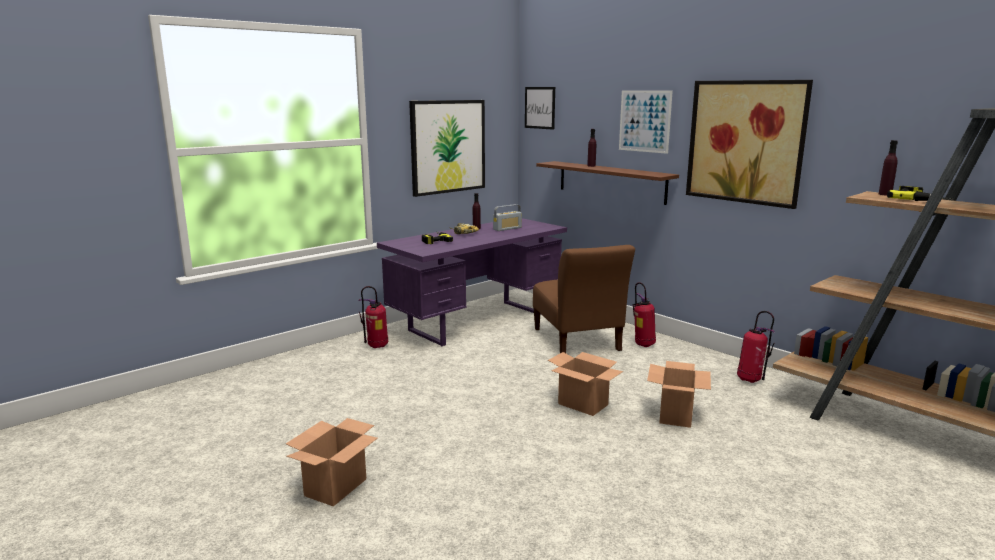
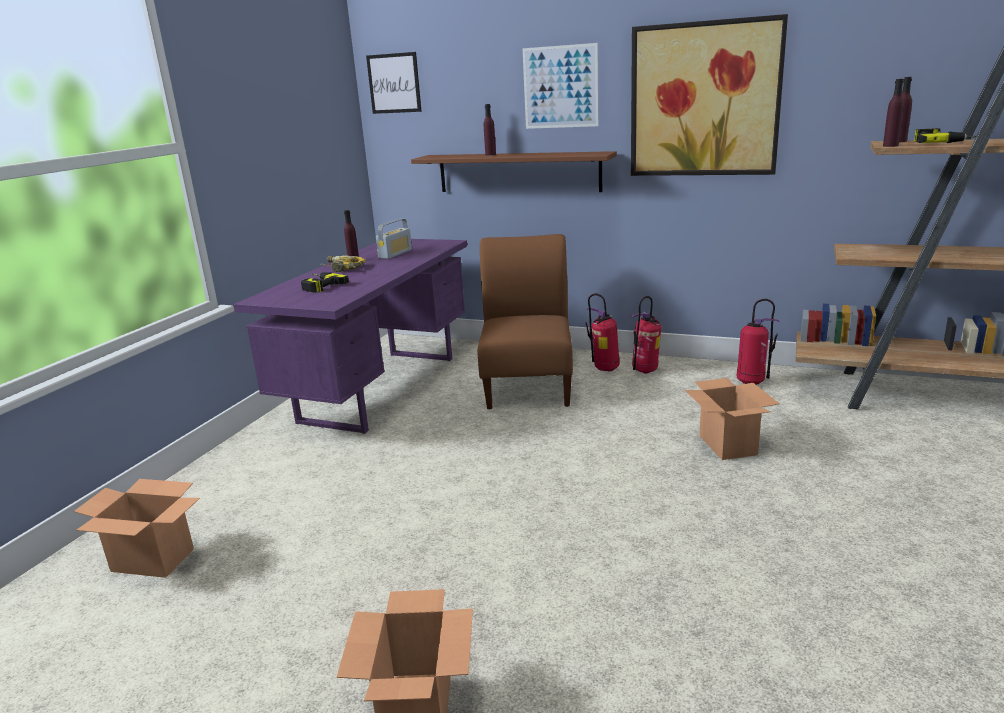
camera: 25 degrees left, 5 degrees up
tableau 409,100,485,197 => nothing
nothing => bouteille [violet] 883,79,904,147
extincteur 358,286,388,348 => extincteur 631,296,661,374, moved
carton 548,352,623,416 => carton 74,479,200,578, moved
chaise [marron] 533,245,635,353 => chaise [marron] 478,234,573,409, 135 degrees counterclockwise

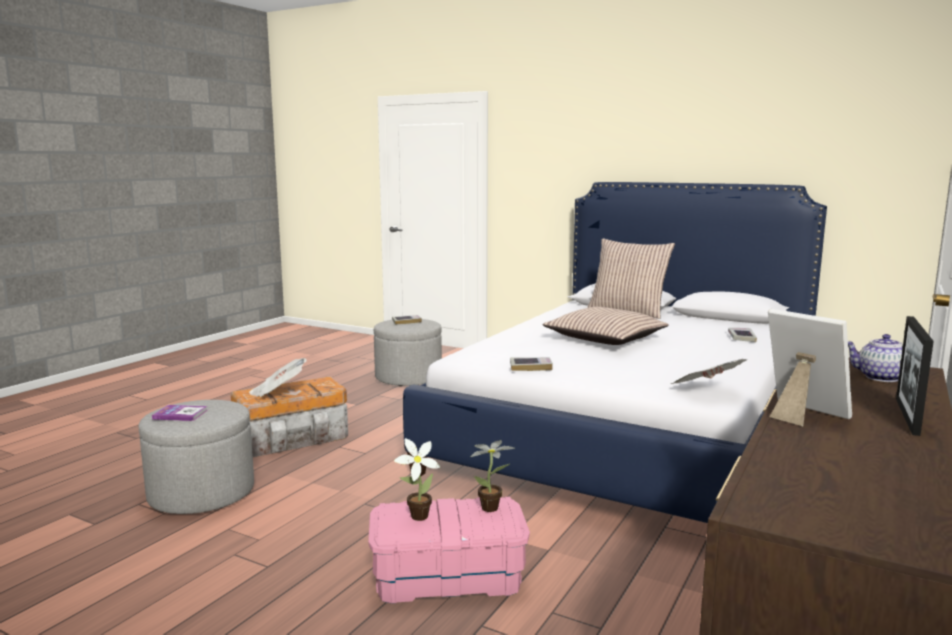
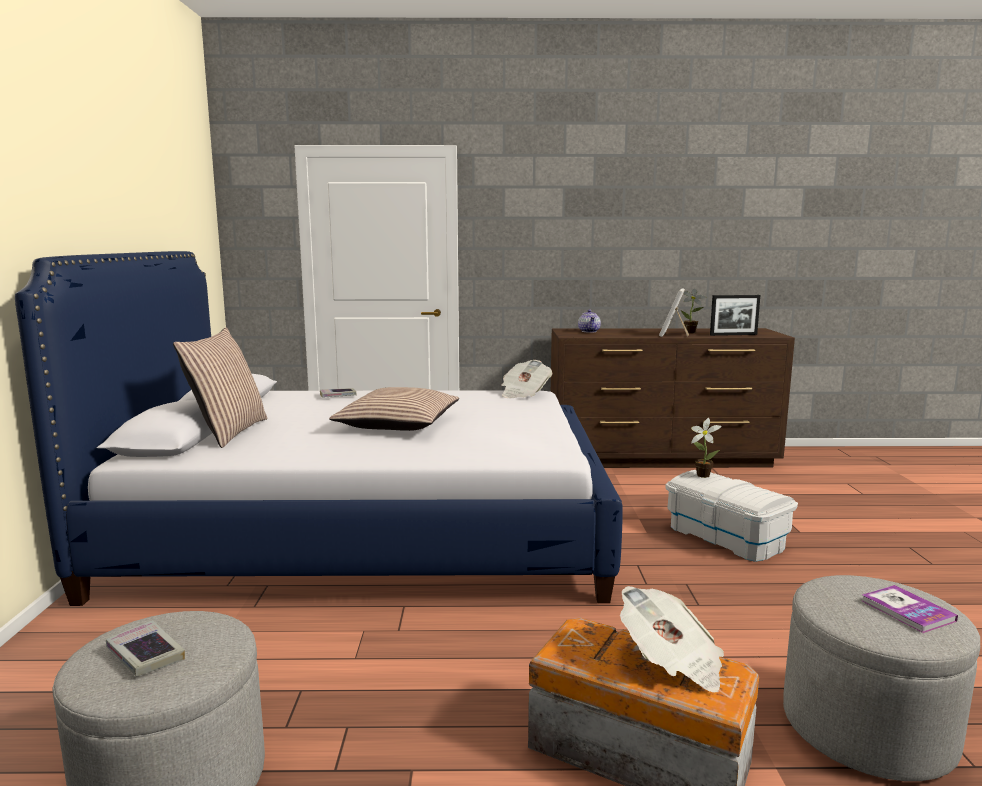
camera: 120 degrees left, 0 degrees up
livre 510,357,553,371 => nothing
plante en pot 394,438,440,521 => plante en pot 681,289,707,333, moved
cadre photo 896,316,934,436 => cadre photo 710,295,760,336, moved
boîte de rangement [rose] 368,497,530,604 => boîte de rangement [blanc] 665,470,798,562

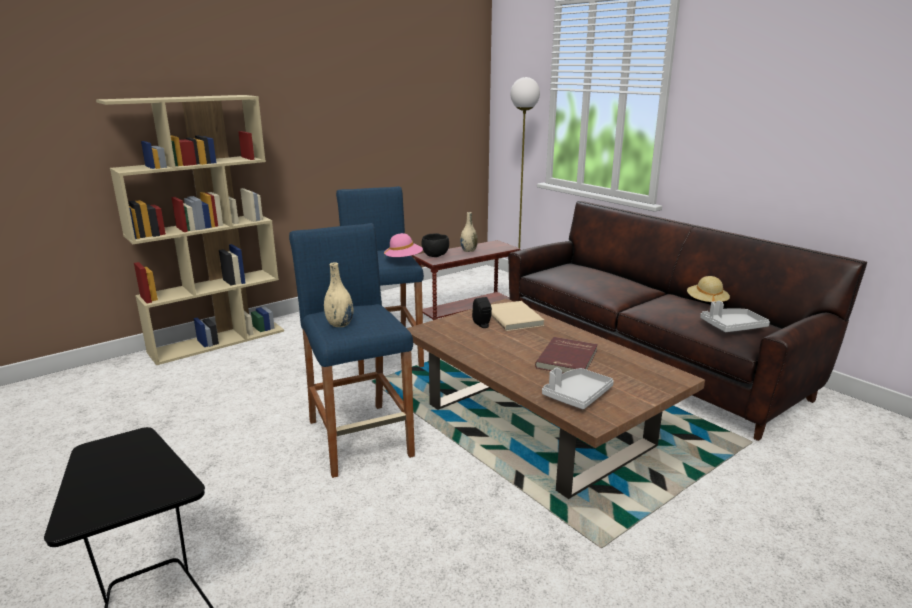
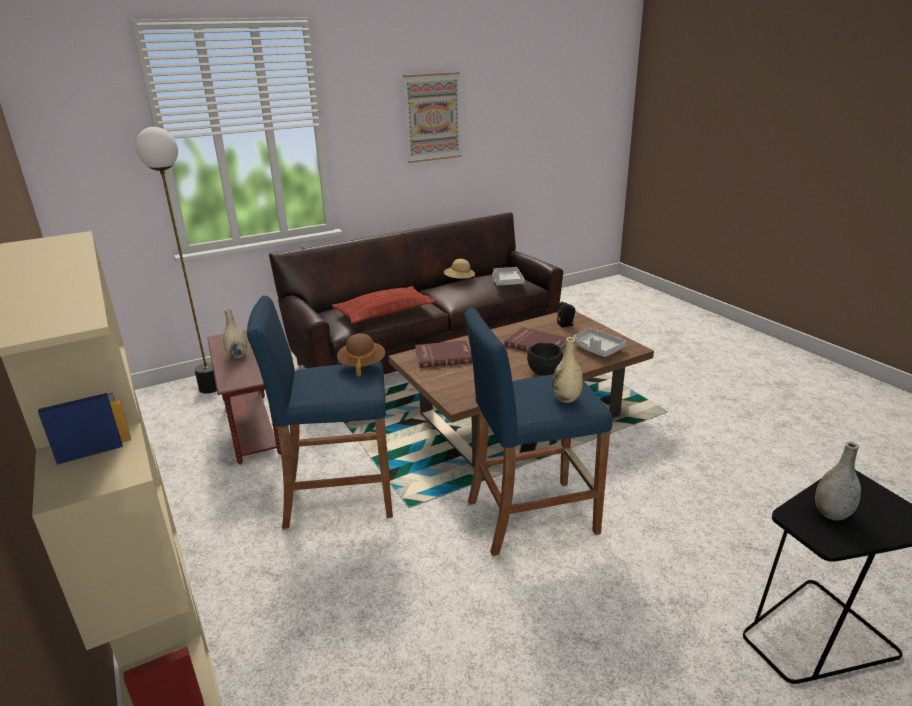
camera: 80 degrees left, 5 degrees up
nothing => coussin 332,286,437,324
nothing => tableau 403,72,462,163
nothing => vase [gris] 815,442,861,521
bol [noir] 421,233,449,257 => bol [noir] 527,343,563,376, moved
enceinte [noir] 472,297,492,328 => enceinte [noir] 557,302,575,328, moved
chapeau [rose] 384,233,423,257 => chapeau [marron] 337,333,385,376
livre [beige] 491,301,544,331 => livre [rouge] 415,340,473,368

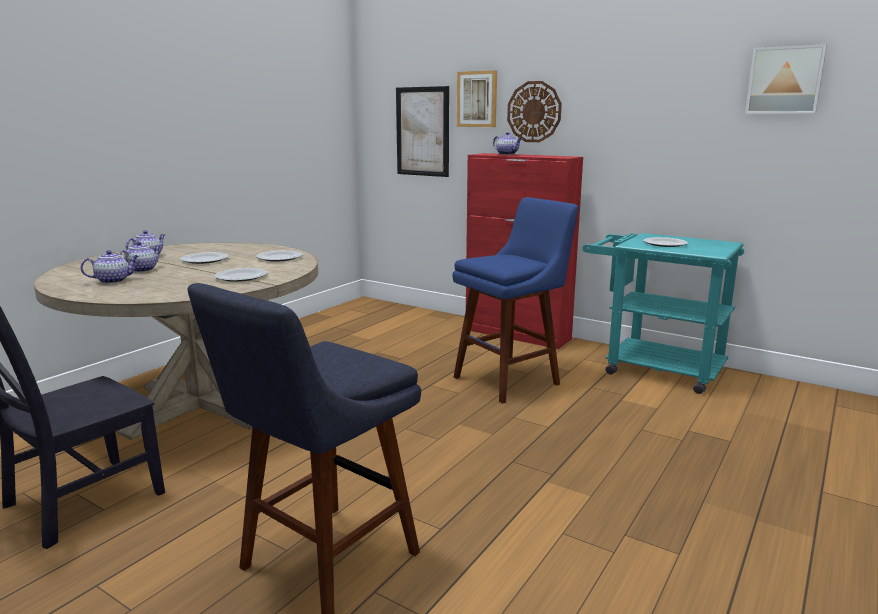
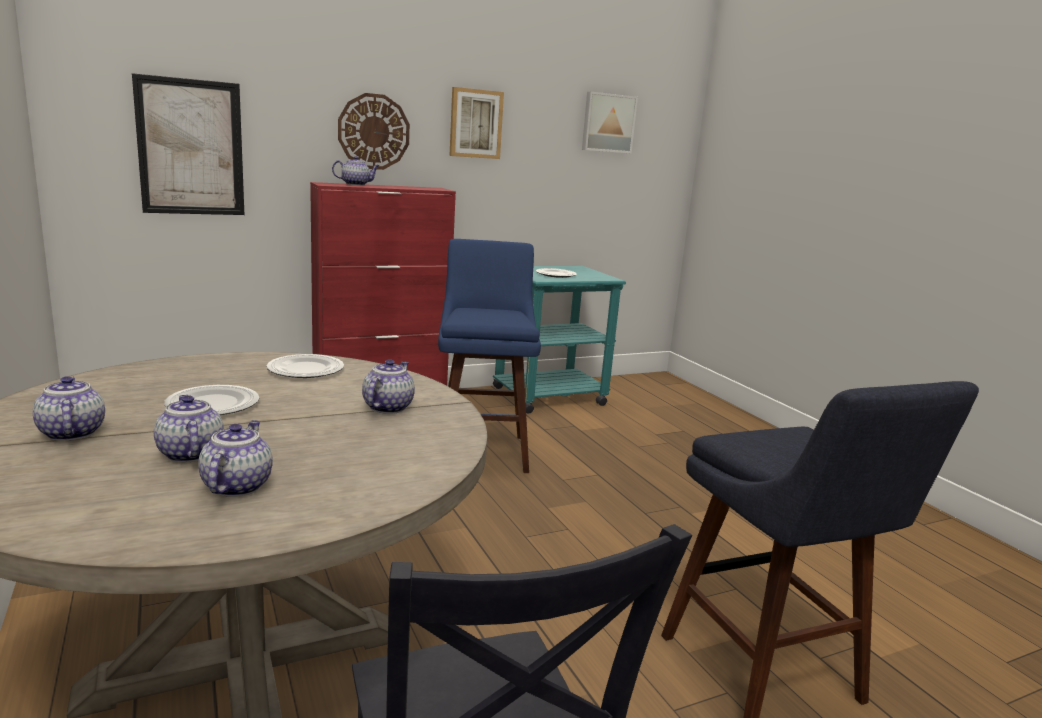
camera: 60 degrees left, 0 degrees up
tableau 457,70,497,127 => tableau 449,87,504,159, moved
assiette 214,268,268,282 => théière 362,359,415,414

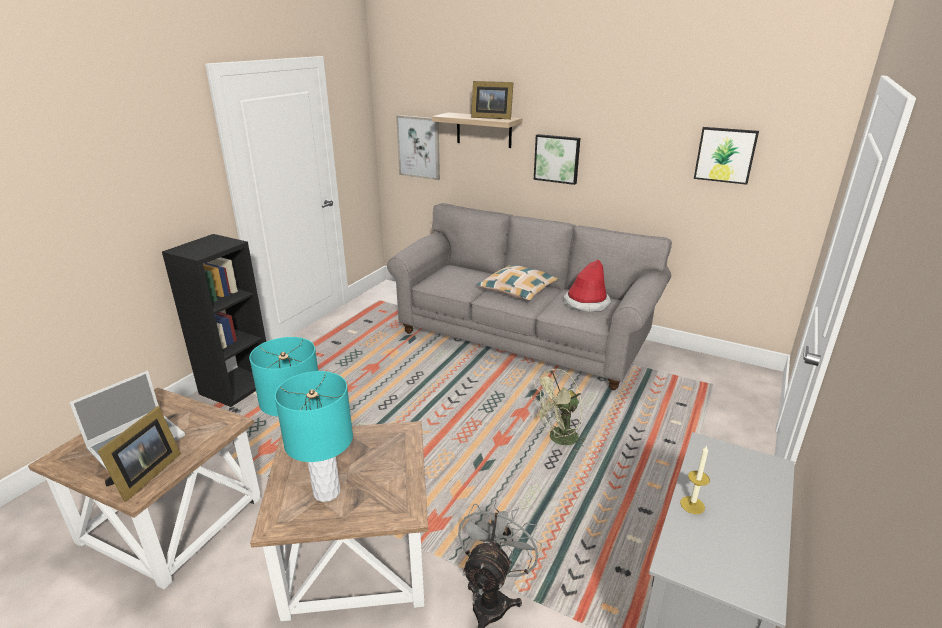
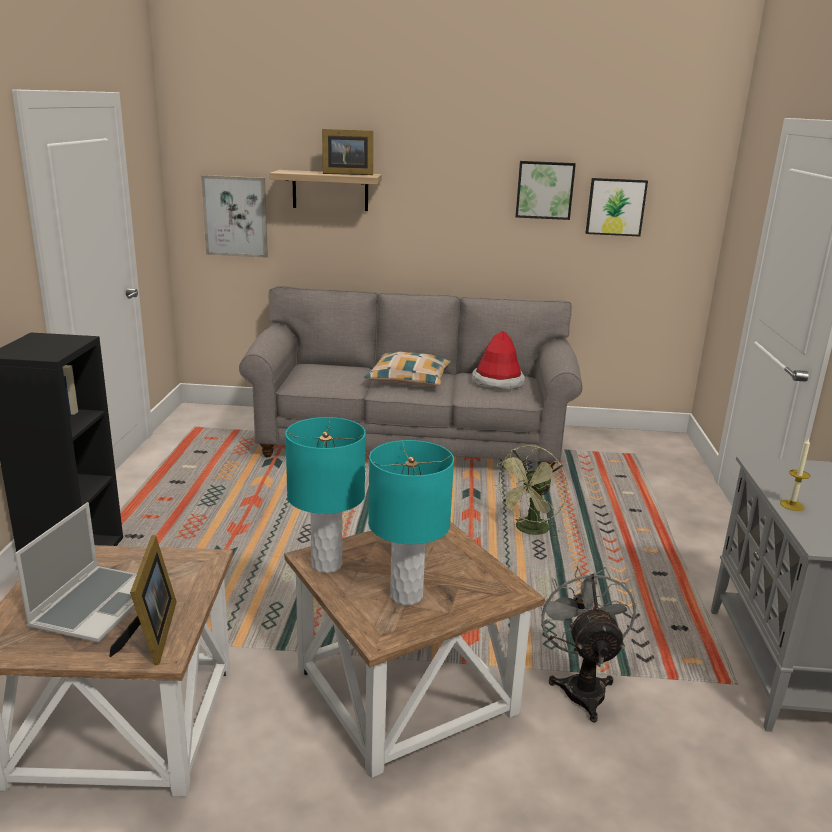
camera: 25 degrees left, 5 degrees down
tableau 534,134,580,185 => tableau 515,161,576,220, moved

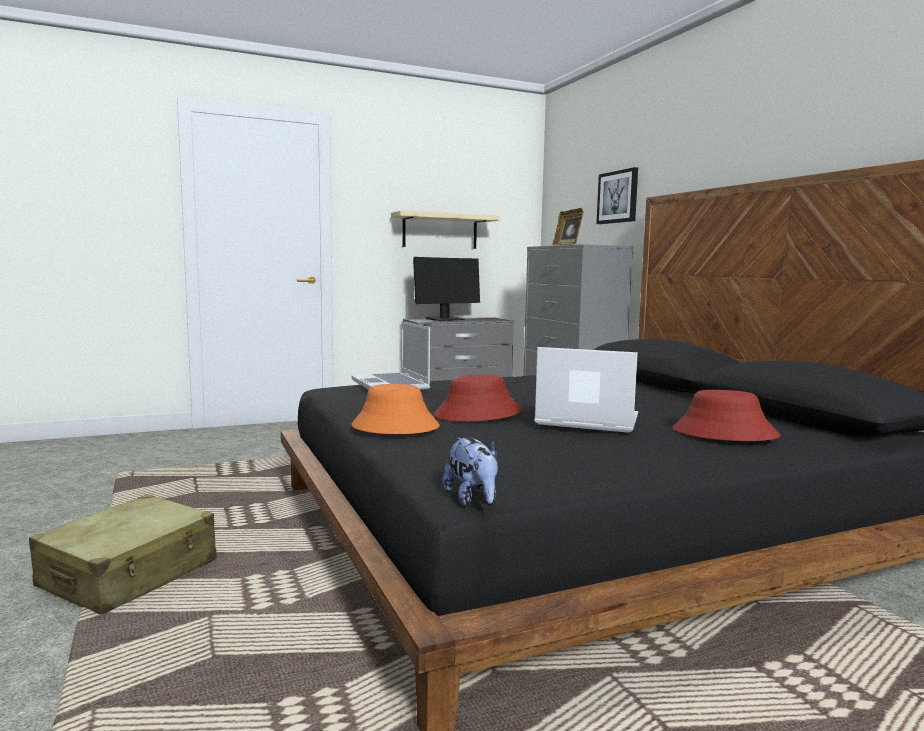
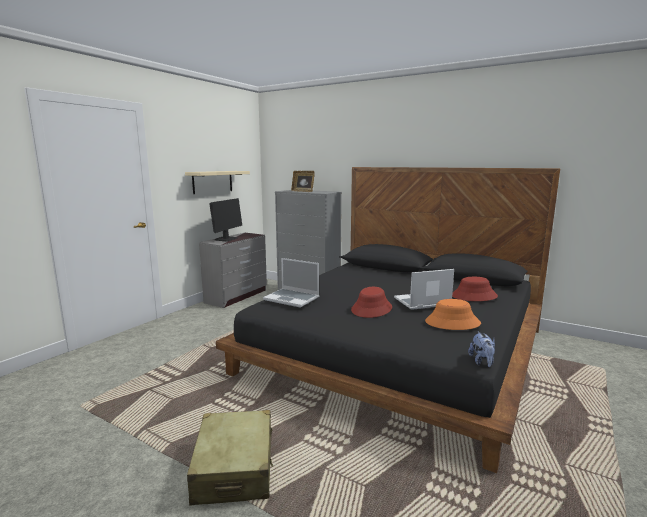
camera: 35 degrees left, 5 degrees up
tableau 596,167,638,224 => nothing
chapeau [orange] 351,384,440,434 => chapeau [orange] 425,299,481,330, moved
peluche 442,437,498,506 => peluche 468,332,495,367, 60 degrees clockwise

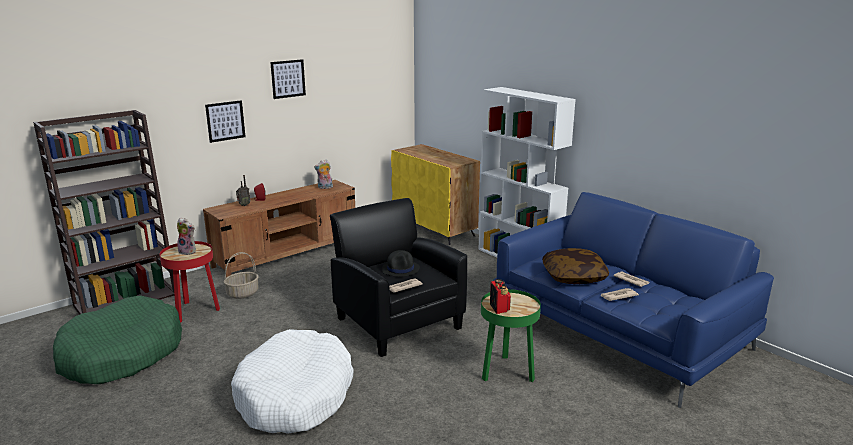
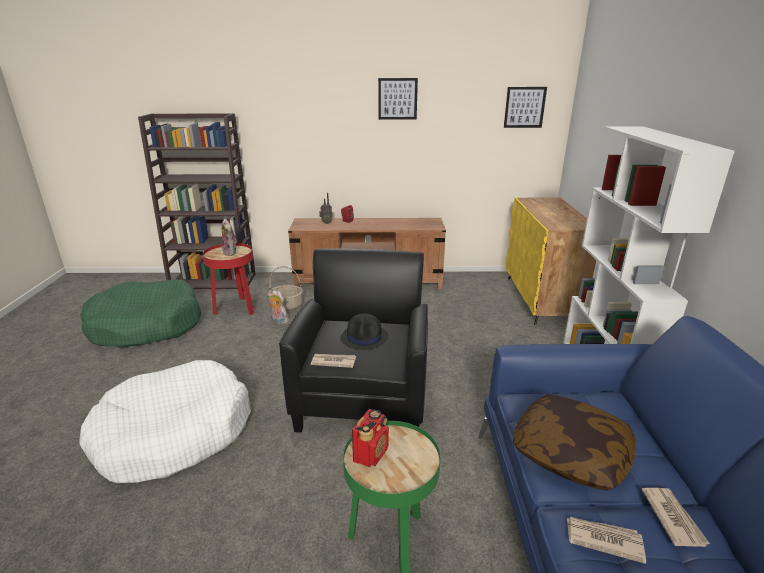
camera: 40 degrees right, 5 degrees up
tableau 205,100,246,143 => tableau 504,87,547,128, moved
peluche 314,159,333,189 => peluche 267,290,288,324, moved

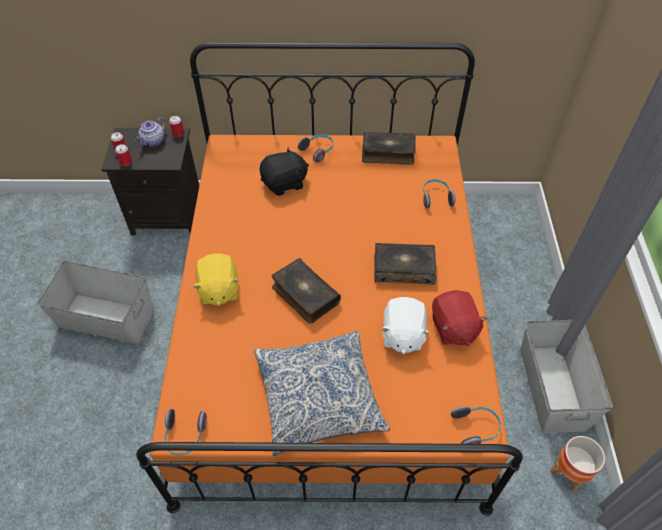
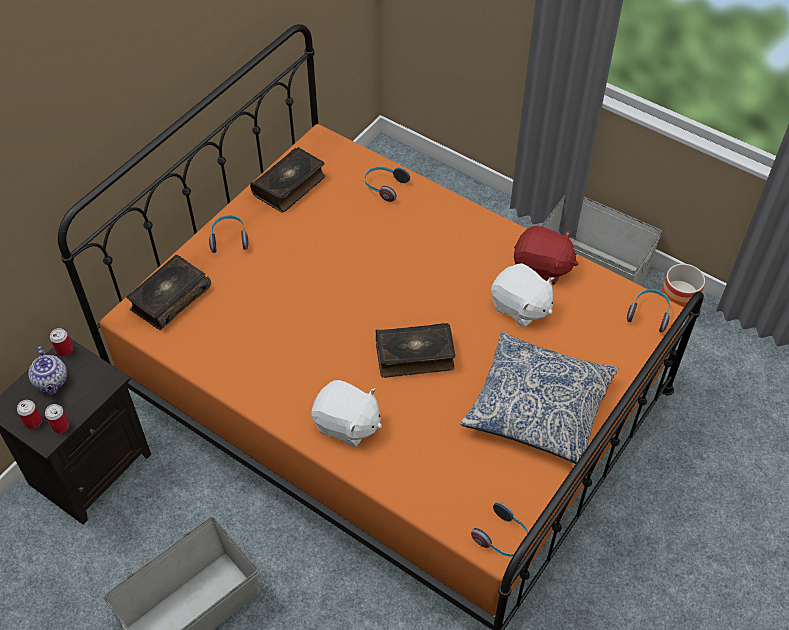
camera: 55 degrees left, 0 degrees up
peluche [noir] 259,147,309,196 => nothing
livre 374,243,437,285 => livre 126,255,211,330, moved
peluche [jaune] 193,253,239,306 => peluche [blanc] 312,380,382,447

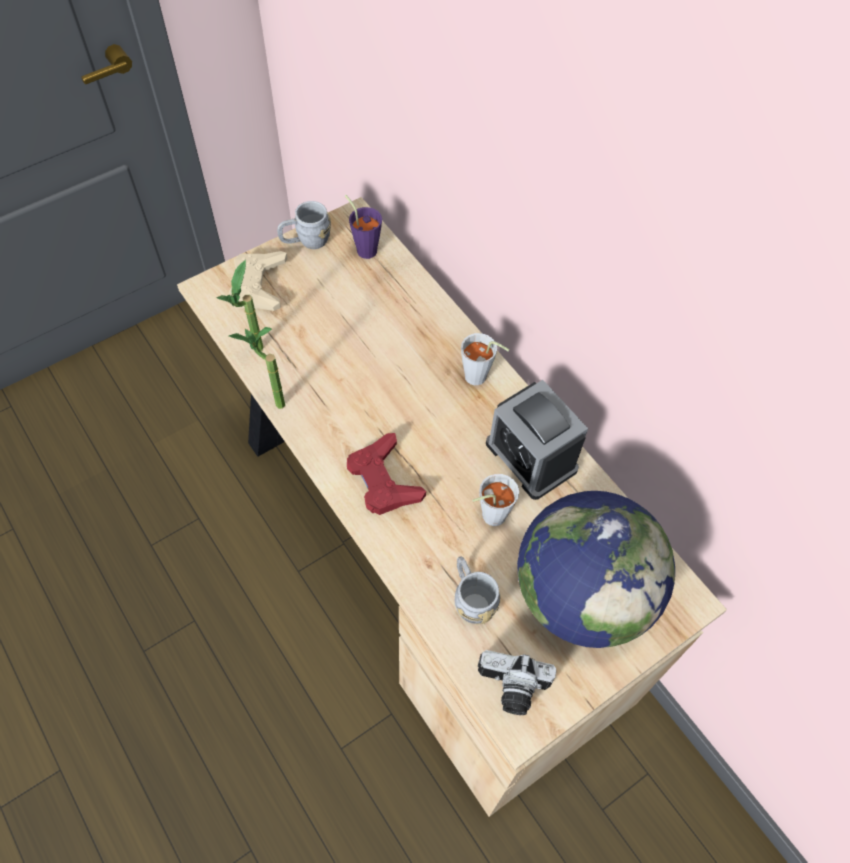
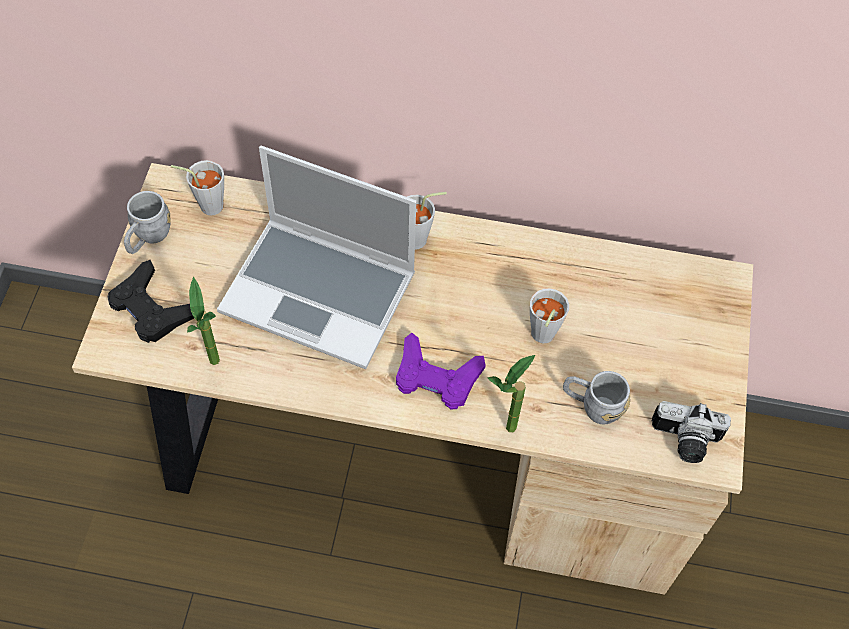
camera: 45 degrees left, 0 degrees up
réveil 486,380,588,500 => nothing
globe 517,491,675,648 => nothing
nothing => ordinateur portable 217,145,416,369
plante en pot 229,327,285,409 => plante en pot 487,355,535,432, moved
manette [beige] 228,251,287,311 => manette [noir] 108,260,194,343
tasse [violet] 345,195,382,259 => tasse [gris] 171,160,224,216
manette [rouge] 347,433,426,515 => manette [violet] 396,332,485,409
appareil photo 478,650,556,715 => appareil photo 651,401,731,463, 45 degrees clockwise

